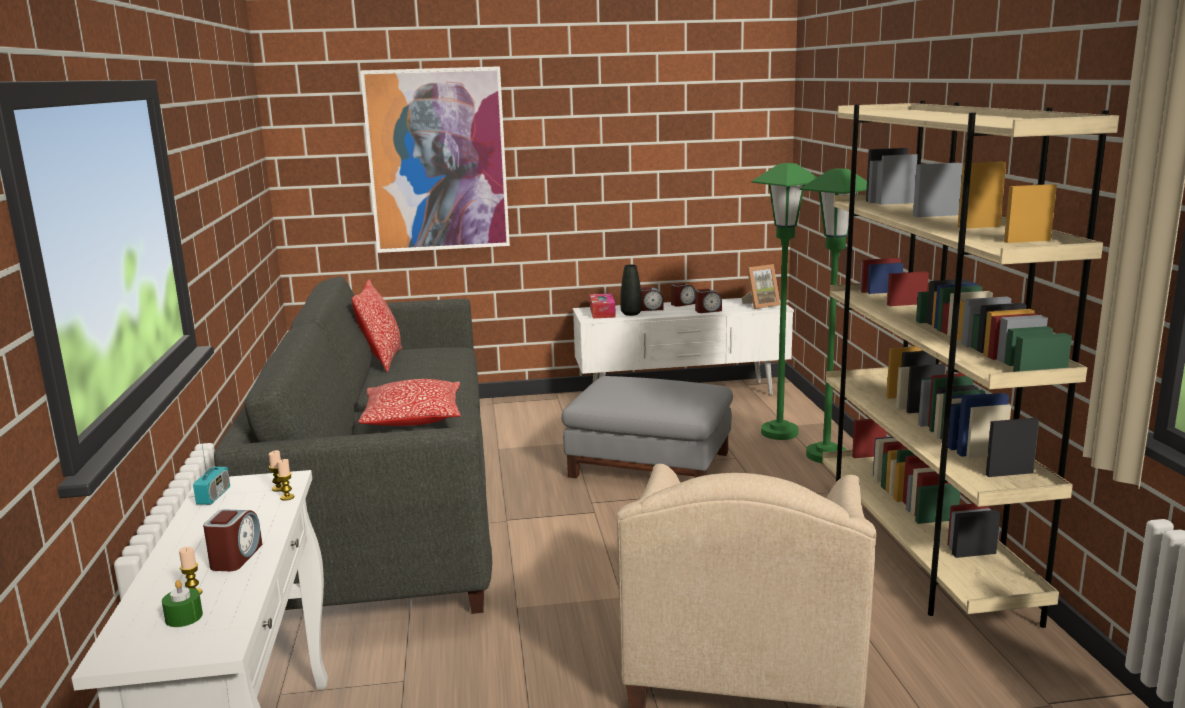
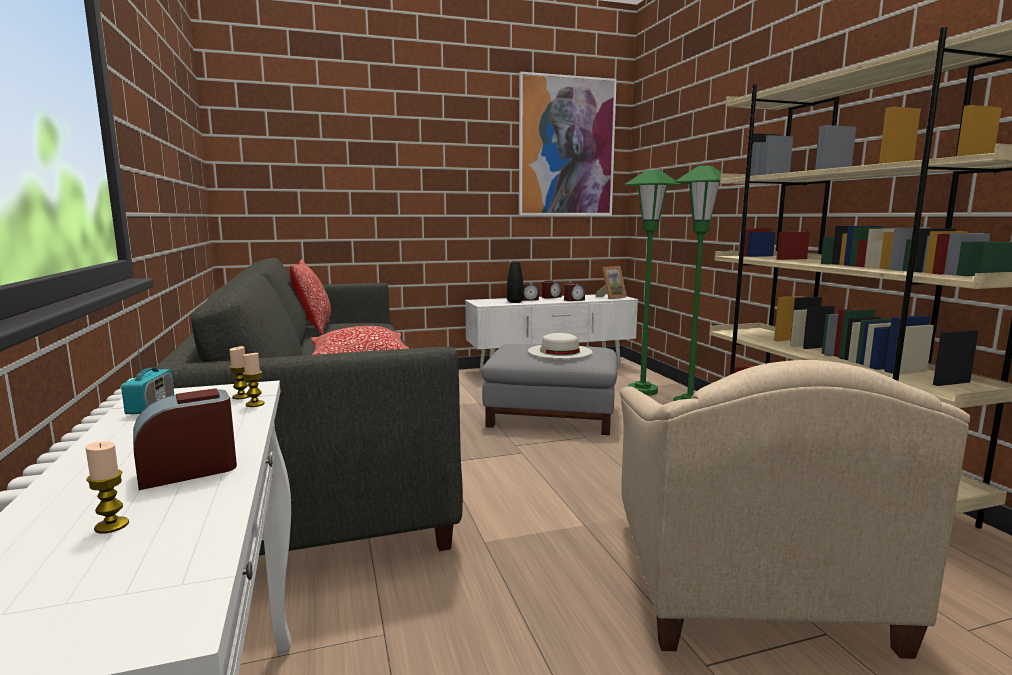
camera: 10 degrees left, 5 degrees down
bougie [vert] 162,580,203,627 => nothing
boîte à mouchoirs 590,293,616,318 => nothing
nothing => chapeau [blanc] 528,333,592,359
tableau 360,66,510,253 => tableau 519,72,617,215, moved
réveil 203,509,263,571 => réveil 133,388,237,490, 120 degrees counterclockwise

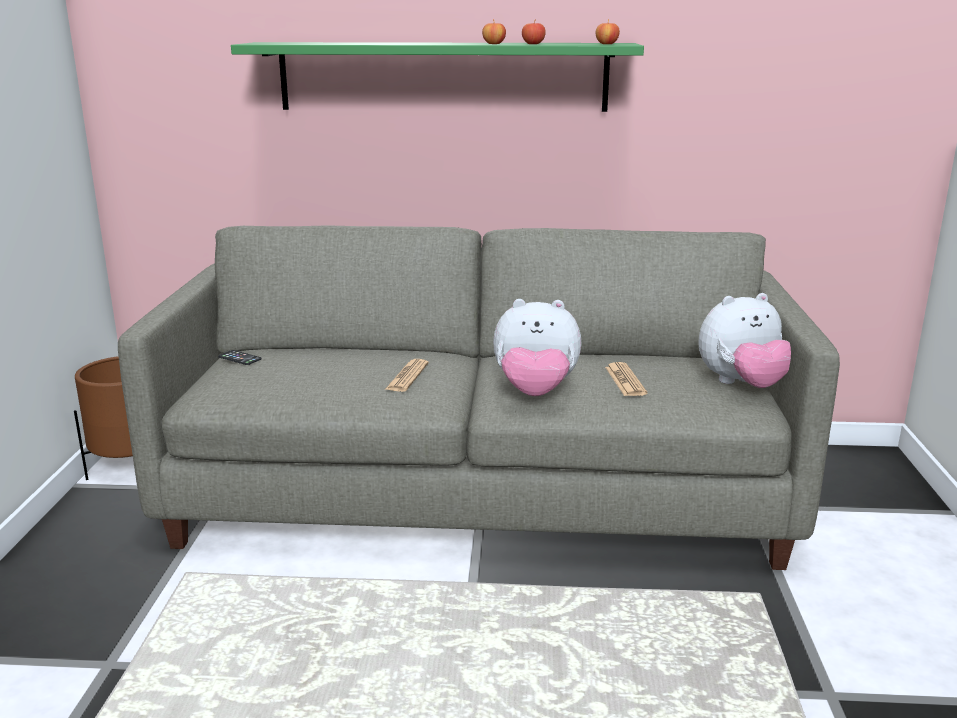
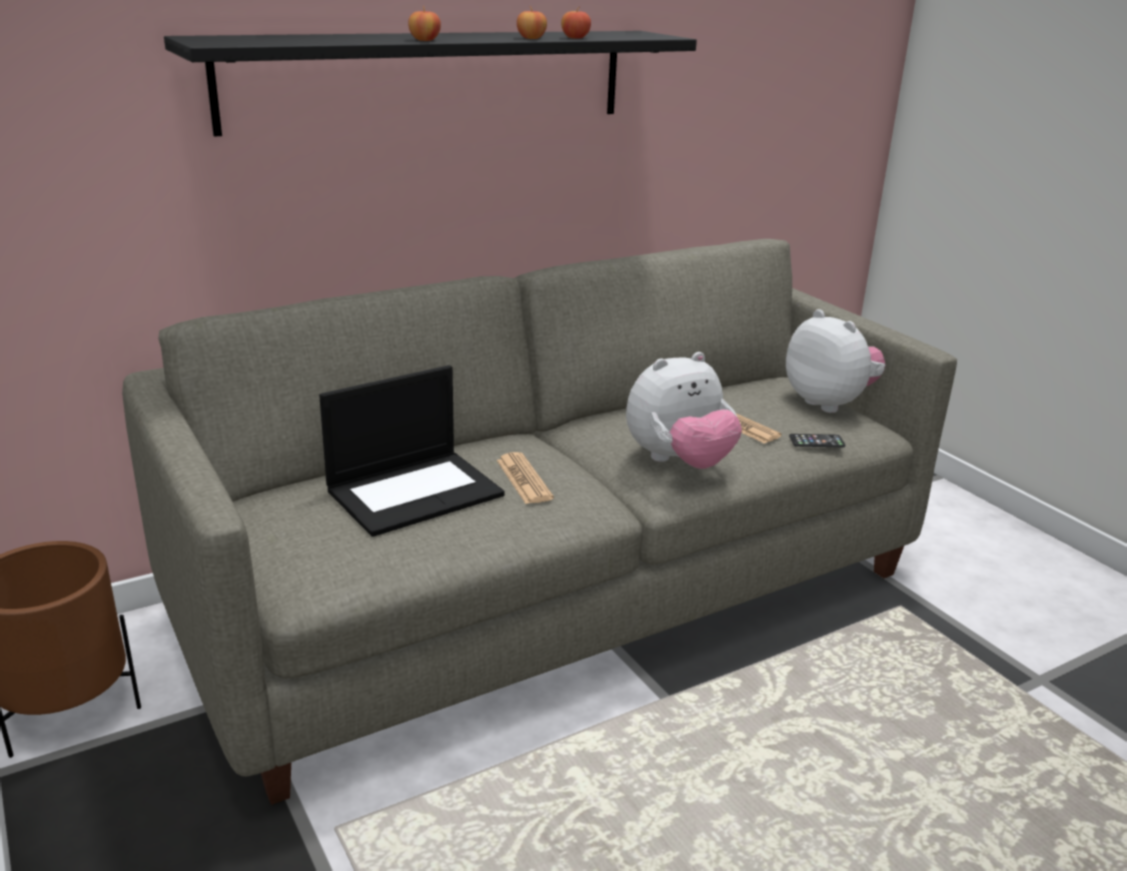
camera: 35 degrees left, 5 degrees up
nothing => ordinateur portable 319,365,505,537
téléphone 218,350,261,365 => téléphone 789,434,845,447, moved
pomme 596,19,620,44 => pomme 408,6,441,41, moved
étagère [vert] 231,42,644,112 => étagère [noir] 164,31,697,137
peluche 698,293,791,388 => peluche 786,309,886,413, 75 degrees counterclockwise

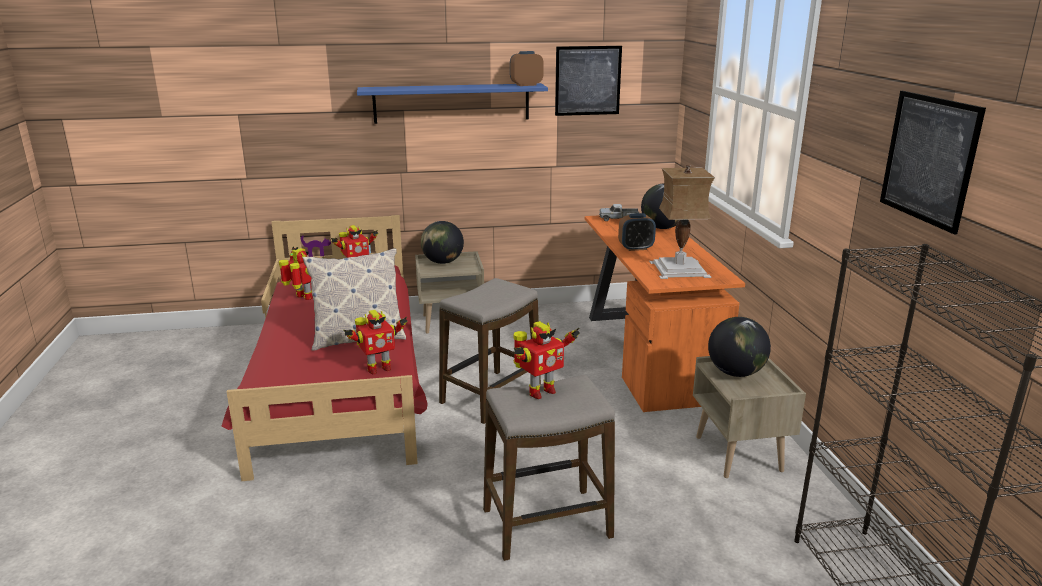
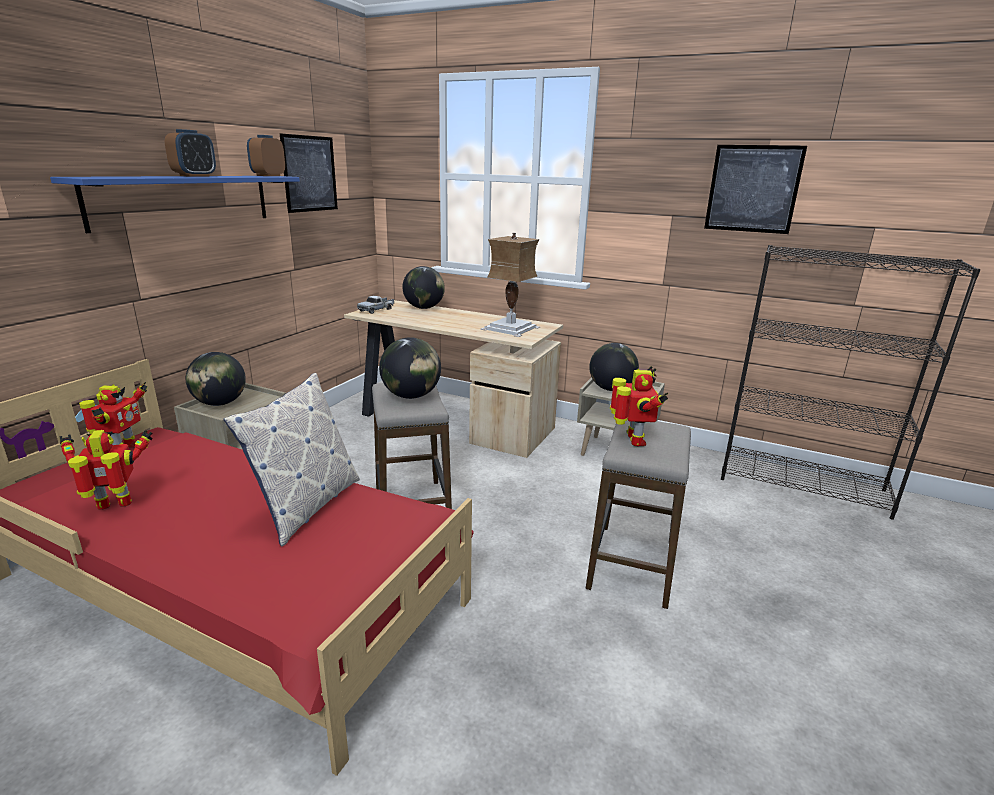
camera: 55 degrees left, 0 degrees up
robot jouet 344,310,408,375 => nothing
nothing => globe 379,337,441,399
réveil 618,213,656,251 => réveil 165,129,216,177, moved
bureau [orange] 585,215,745,412 => bureau [beige] 344,300,563,458

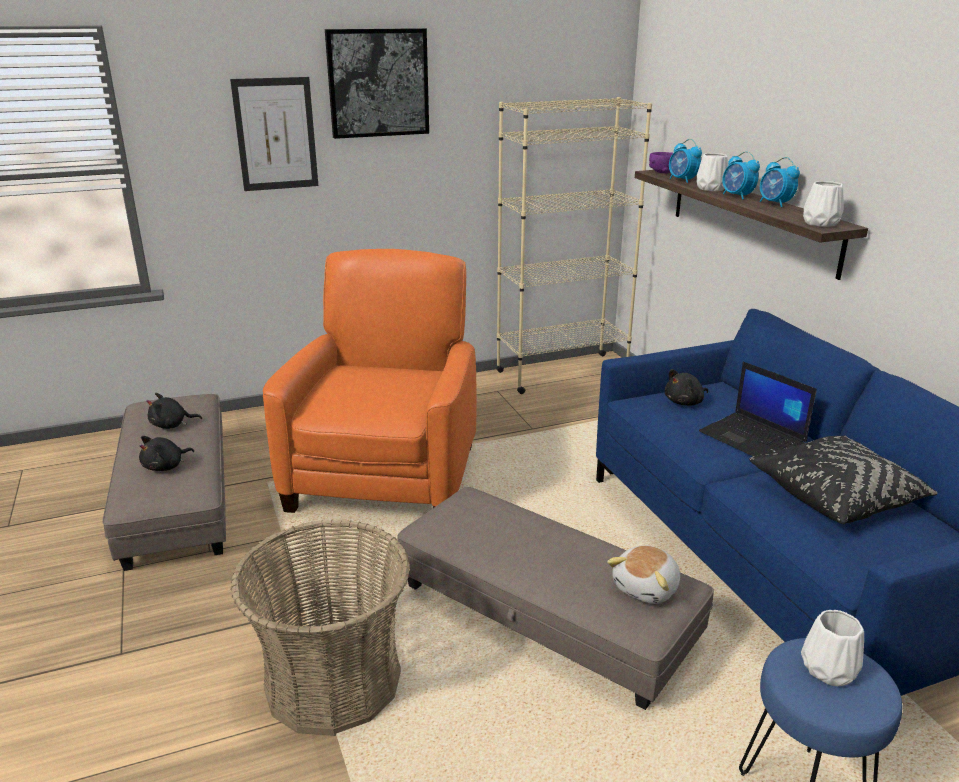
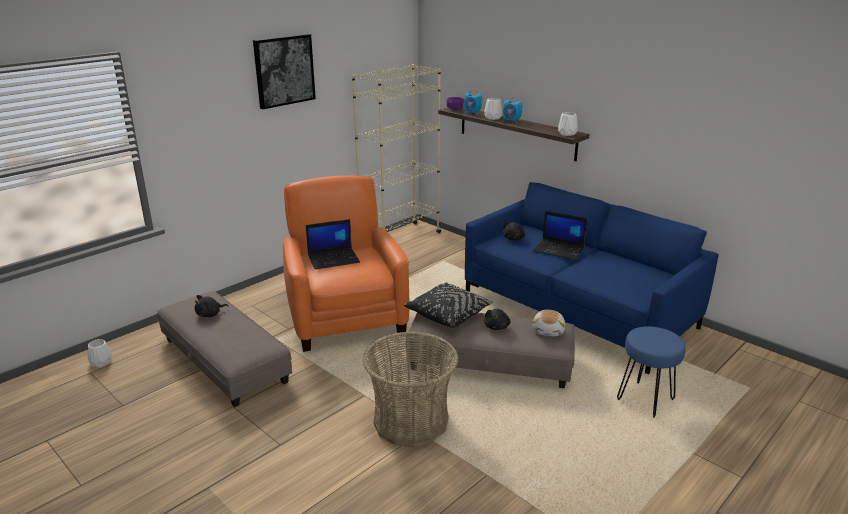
camera: 25 degrees left, 0 degrees up
tableau 230,77,318,191 => nothing
réveil 760,157,800,207 => nothing
nothing => ordinateur portable 306,219,360,269
peluche [noir] 139,436,194,471 => peluche [noir] 484,309,510,330, moved
coussin [noir] 749,435,938,524 => coussin [noir] 404,282,493,328, moved
vase [blanc] 801,610,864,686 => vase [blanc] 88,339,112,368, moved

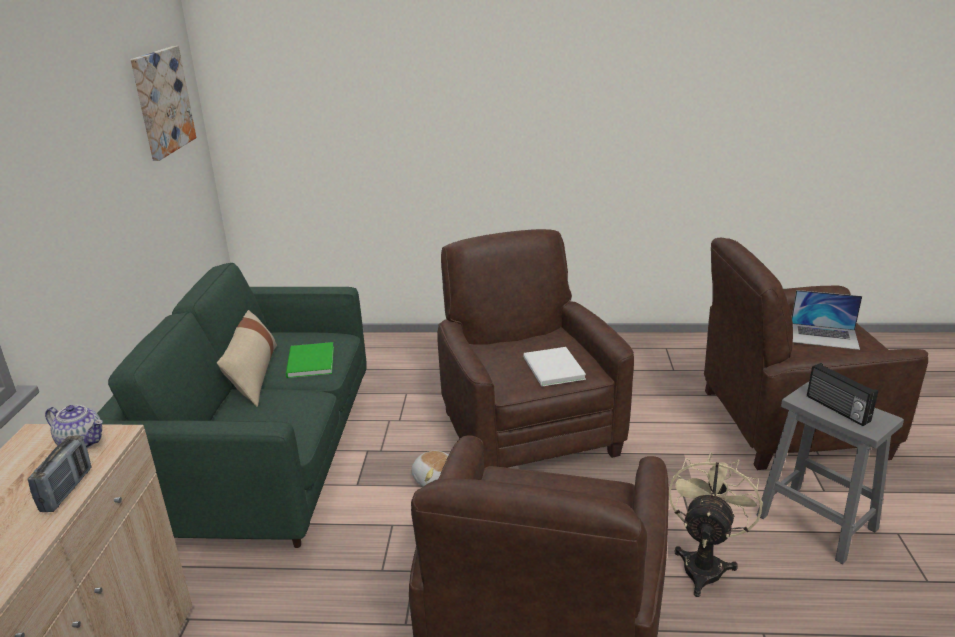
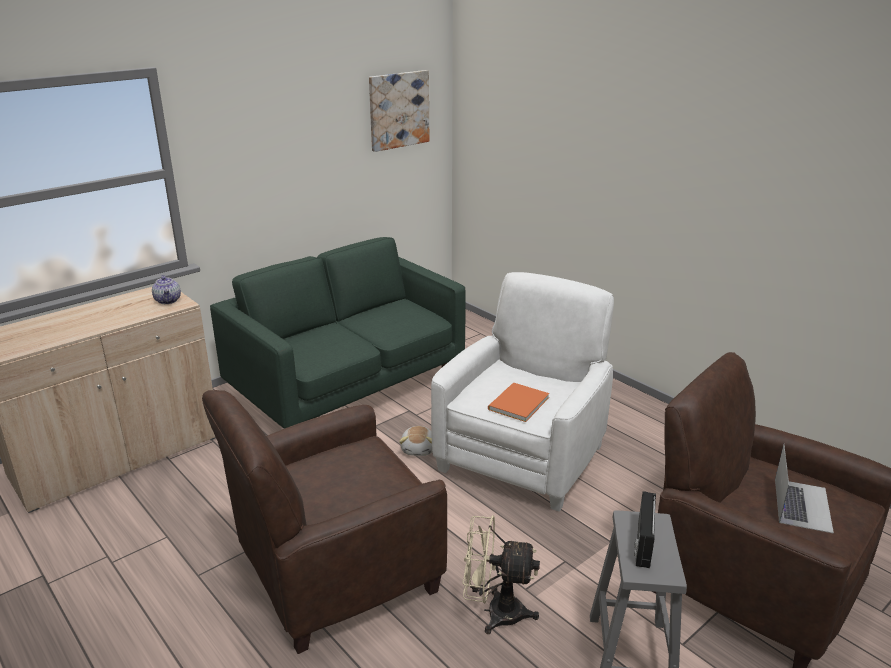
camera: 45 degrees right, 0 degrees up
radio 27,435,91,512 => nothing
coussin [beige] 217,310,277,407 => nothing
livre [vert] 286,342,334,378 => nothing
fauteuil [marron] 437,229,634,468 => fauteuil [blanc] 431,272,614,512
livre [blanc] 523,347,586,386 => livre [orange] 488,382,549,422
ventilateur [beige] 669,452,763,597 => ventilateur [beige] 463,515,540,634, 150 degrees counterclockwise
ordinateur portable 792,290,862,350 => ordinateur portable 775,444,834,534, 135 degrees counterclockwise

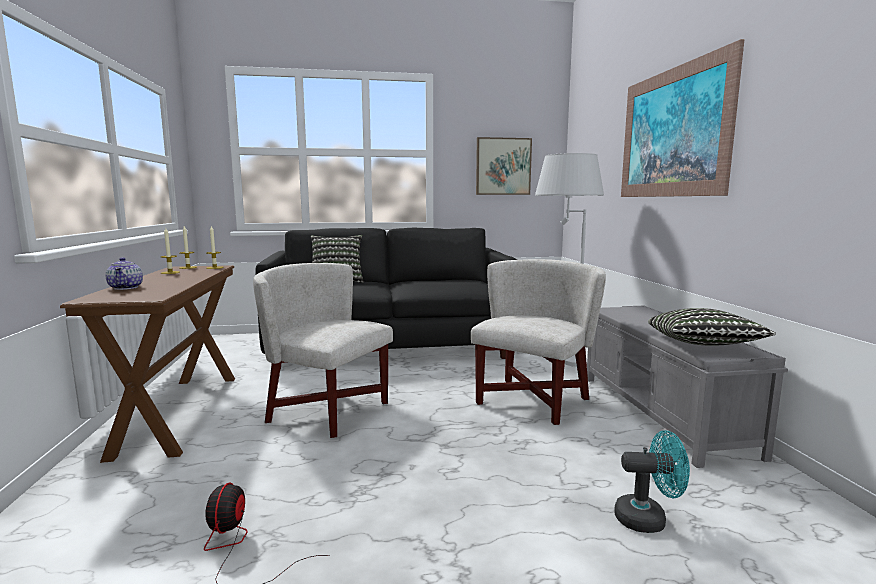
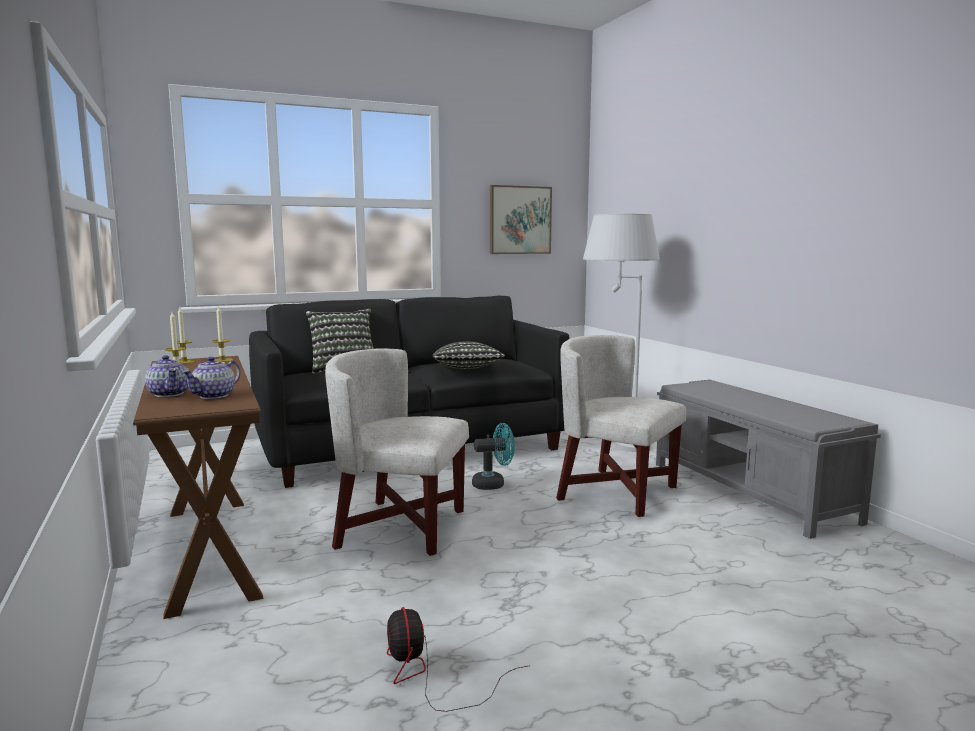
camera: 15 degrees left, 0 degrees up
tableau 621,39,744,197 => nothing
nothing => théière 182,357,241,399
ventilateur [turquoise] 614,430,690,533 => ventilateur [turquoise] 472,423,515,490, moved
coussin 648,308,776,346 => coussin 433,342,505,369, moved
fauteuil [blanc] 471,259,606,425 => fauteuil [blanc] 556,335,686,517, 75 degrees counterclockwise

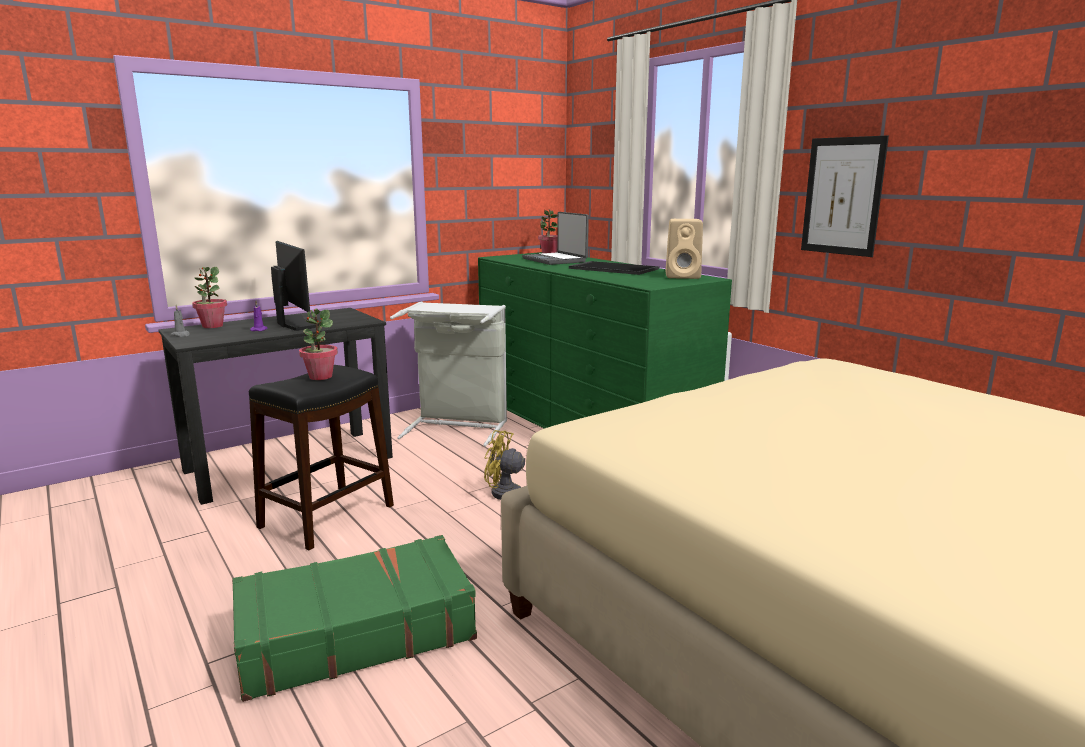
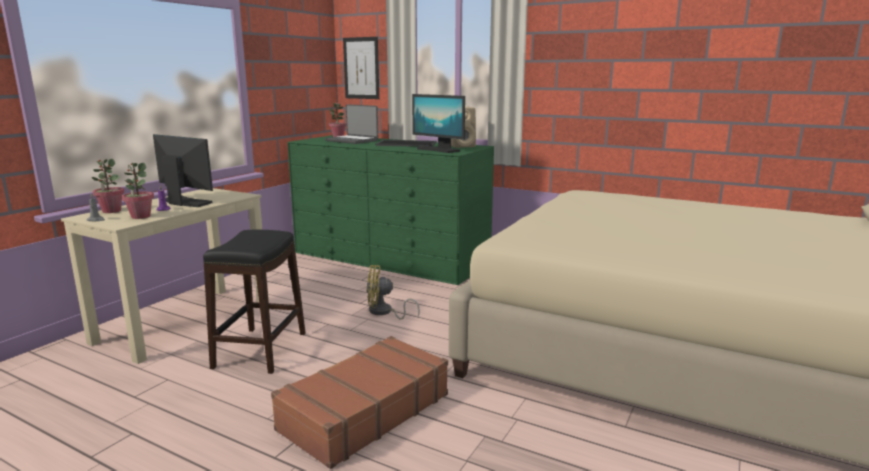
camera: 25 degrees left, 0 degrees up
panier à linge [gris] 390,301,507,447 => nothing
nothing => écran d'ordinateur 412,94,465,153
plante en pot 299,309,338,380 => plante en pot 122,163,154,219, moved
tableau 801,135,889,257 => tableau 343,37,379,99, moved
bureau [noir] 158,308,393,505 => bureau [beige] 61,188,269,364
valise [vert] 232,535,477,702 => valise [marron] 271,336,448,469

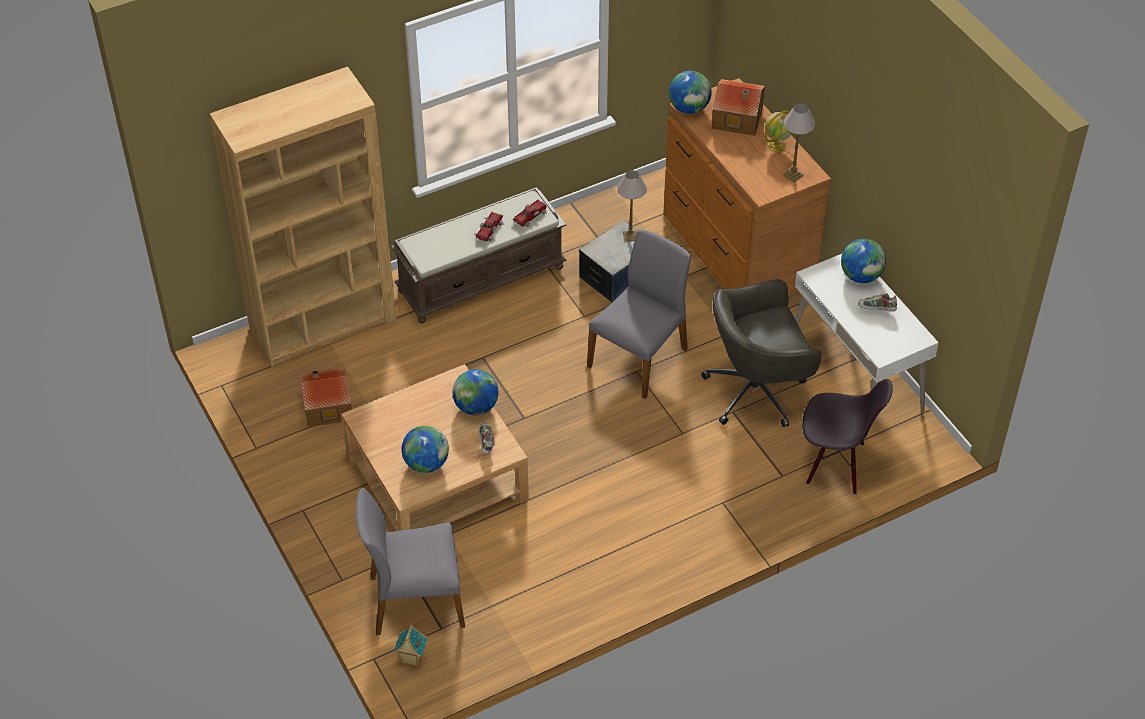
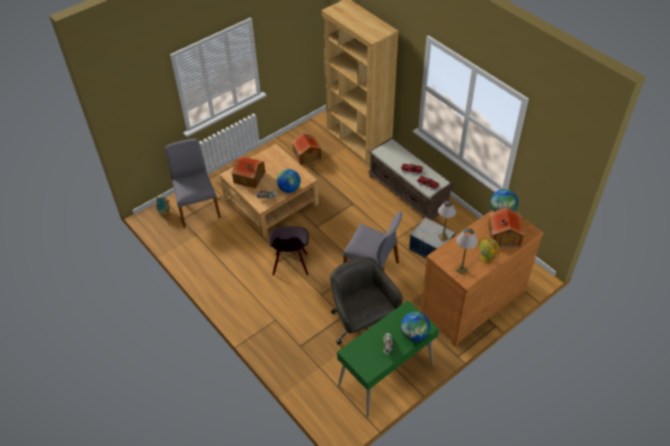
camera: 80 degrees right, 0 degrees up
chaise [noir] 802,379,893,495 => chaise [noir] 269,226,309,276, moved
globe 402,426,449,473 => maison miniature 232,156,265,189
bureau [blanc] 795,254,939,438 => bureau [vert] 337,301,439,418

